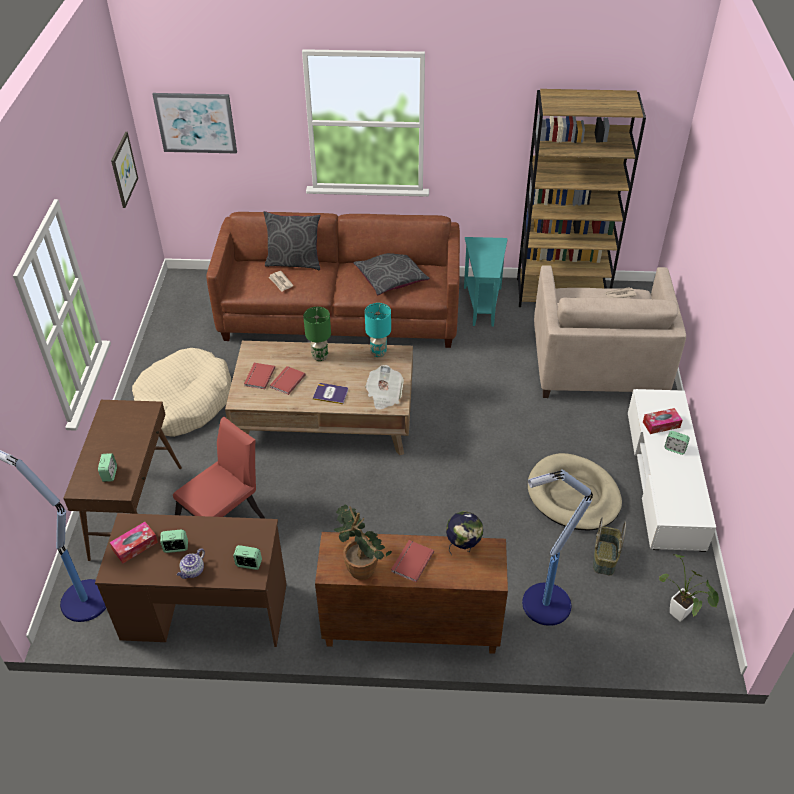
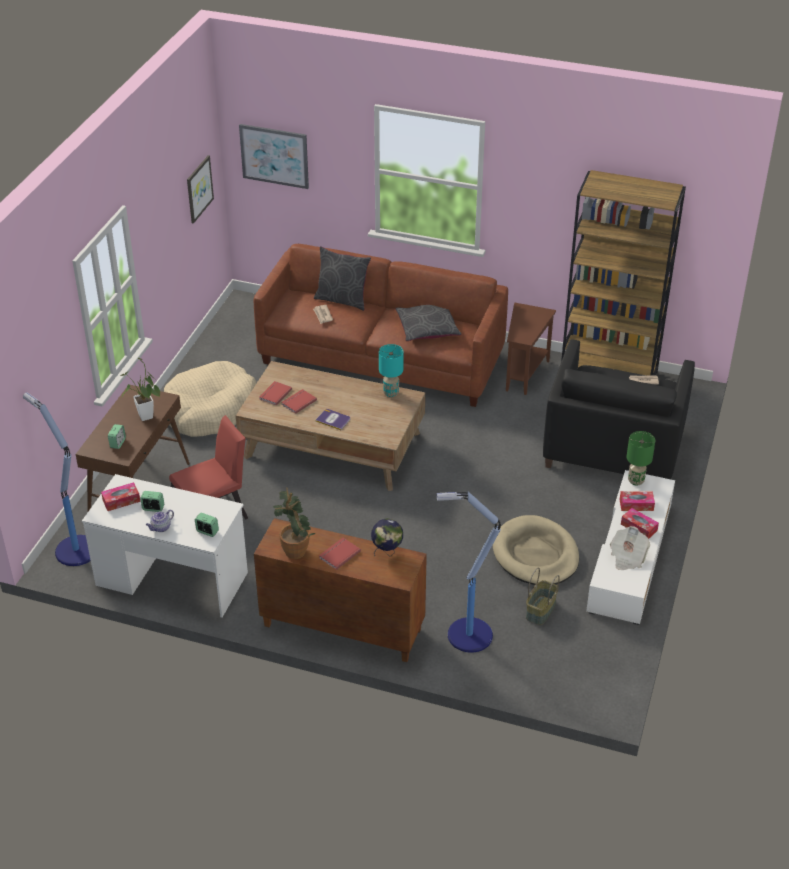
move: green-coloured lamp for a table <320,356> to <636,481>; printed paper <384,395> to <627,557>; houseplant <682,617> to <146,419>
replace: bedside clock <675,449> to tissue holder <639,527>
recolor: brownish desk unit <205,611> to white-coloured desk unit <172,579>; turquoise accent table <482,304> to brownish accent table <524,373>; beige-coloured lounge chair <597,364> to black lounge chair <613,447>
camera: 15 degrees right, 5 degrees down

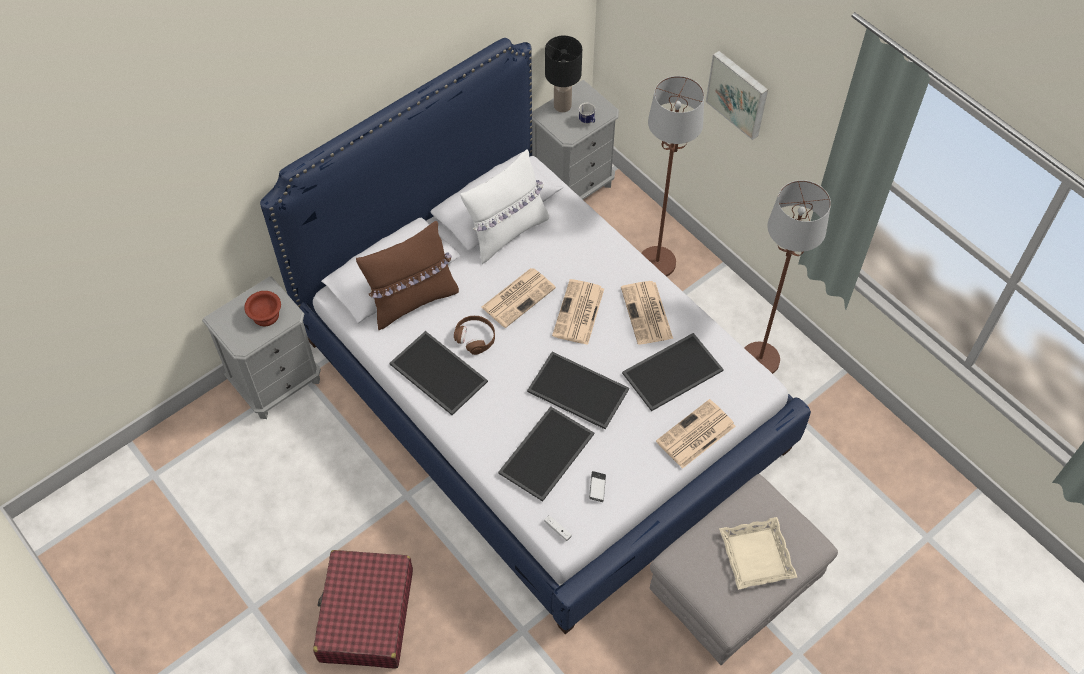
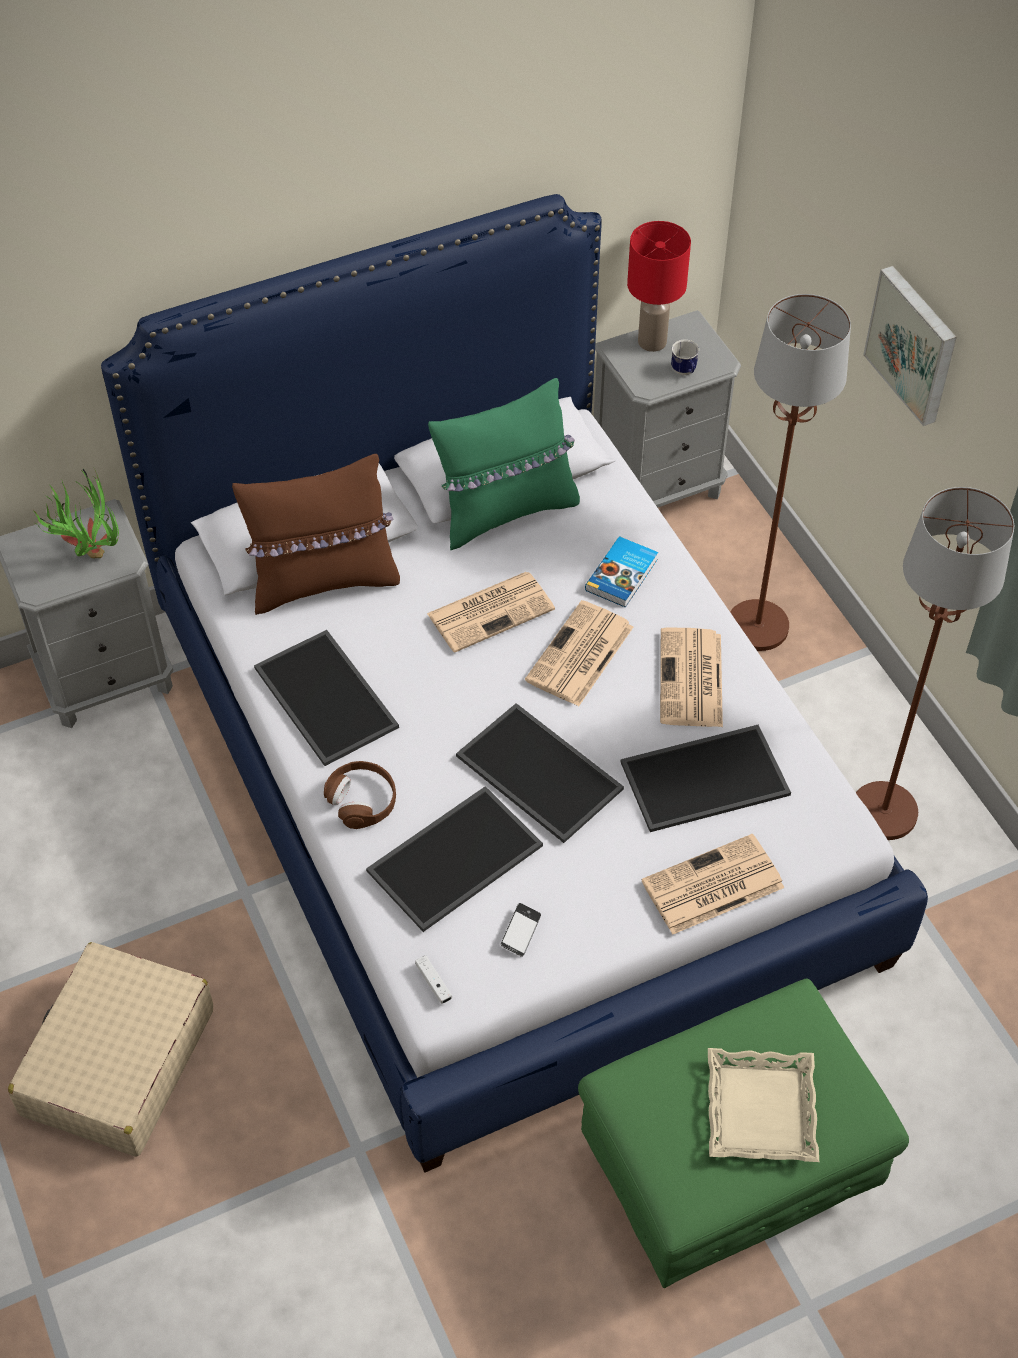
insert: bound book <623,575>
move: brownish headphones <475,337> to <362,800>
replace: brownish deep dish <265,314> to houseplant <88,552>
recolor: red travel case <366,616> to beige-coloured travel case <117,1062>; white-coloured pillow <507,232> to green-coloured pillow <506,511>; black lamp for a table <563,106> to red lamp for a table <653,342>; gray footrest <732,590> to green-coloured footrest <727,1171>
camera: 15 degrees right, 5 degrees down

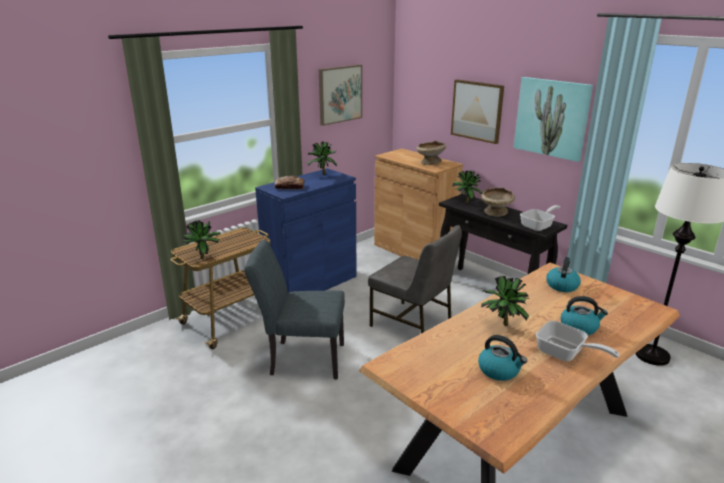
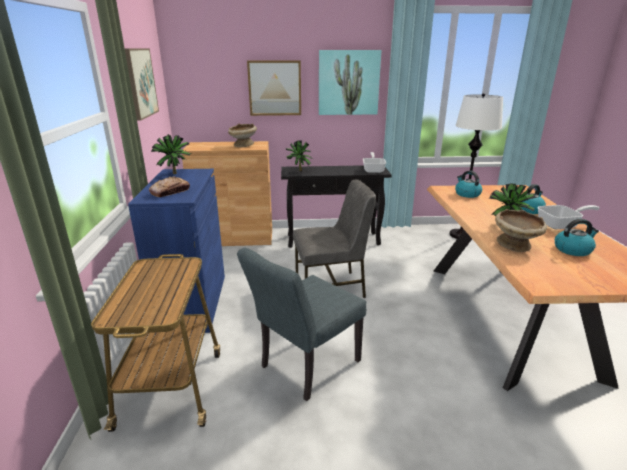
delete: houseplant <205,258>
move: beige-coloured deep dish <496,213> to <515,245>
camera: 50 degrees left, 0 degrees up

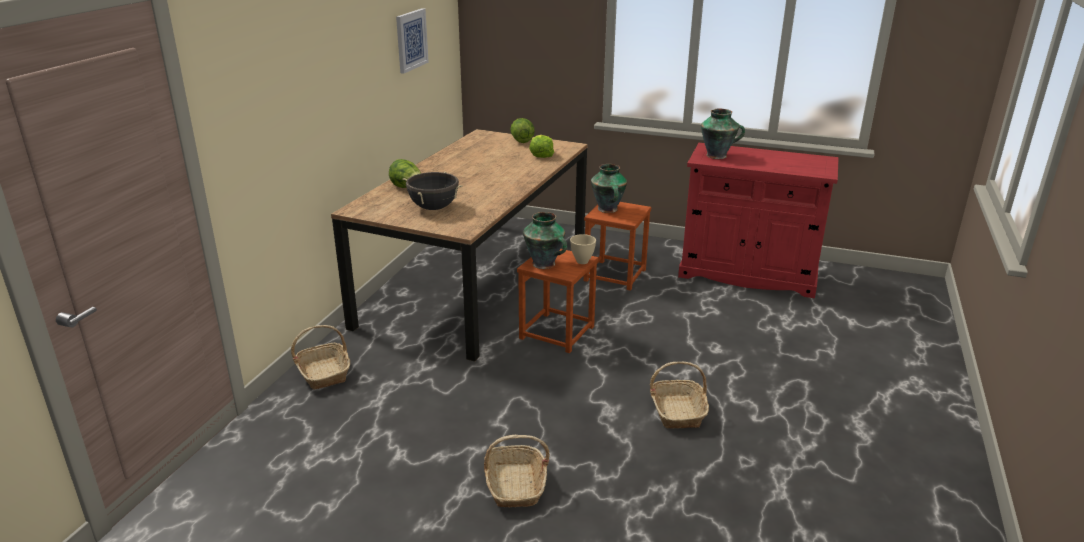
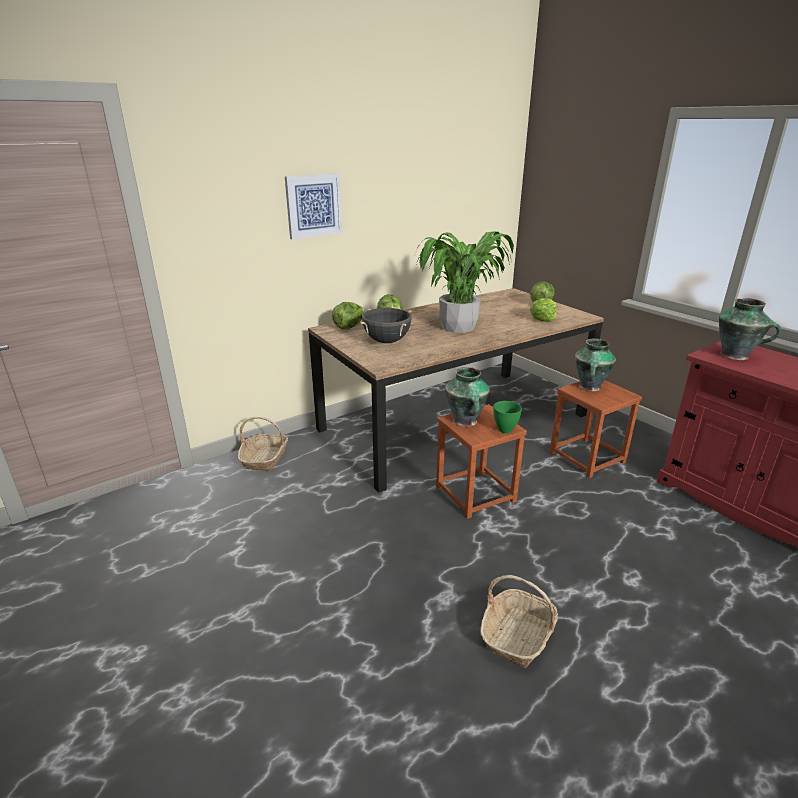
delete: household basket <515,485>
insert: head of lettuce <349,327>; houseplant <458,327>
move: wall art <411,40> to <313,205>
recolor: beige-coloured deep dish <583,261> to green-coloured deep dish <506,430>
camera: 35 degrees right, 0 degrees up

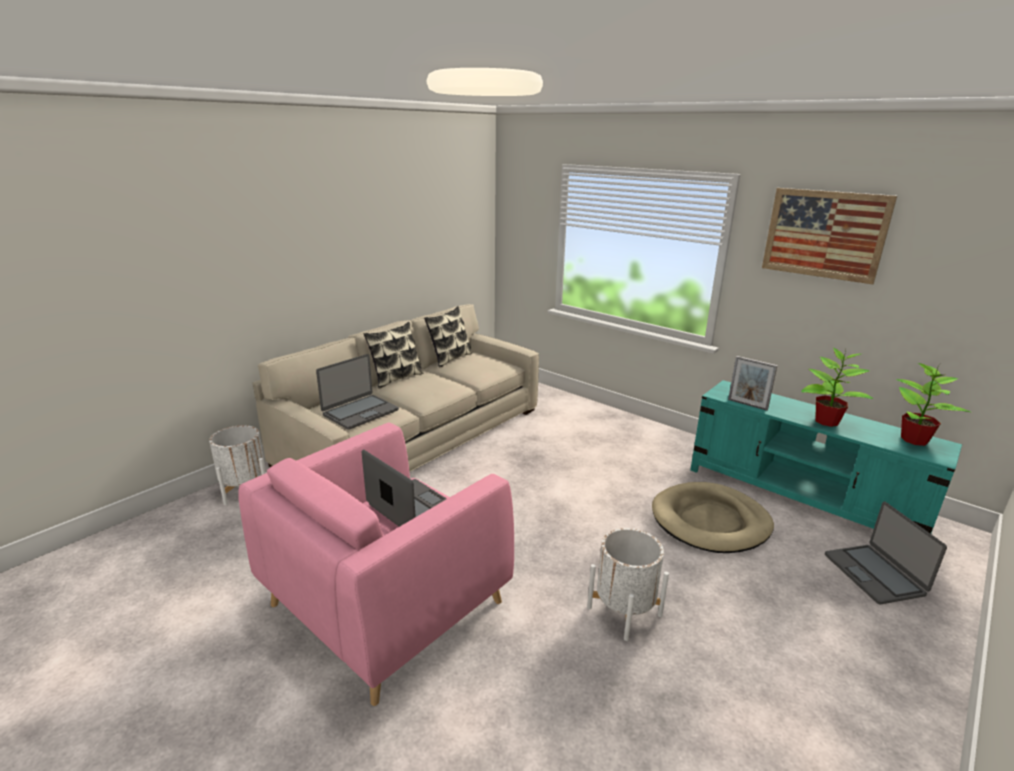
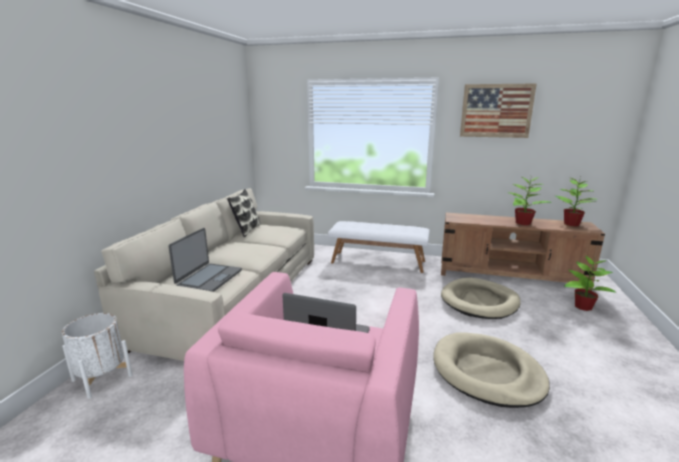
delete: pillow <396,378>; standing frame <747,404>
insert: white-coloured indoor bench <378,261>
replace: white-coloured planter <624,611> to beige-coloured dog bed <487,372>; portable computer <874,574> to houseplant <582,306>
recolor: turquoise tv unit <802,497> to brownish tv unit <510,275>
camera: 25 degrees left, 5 degrees down

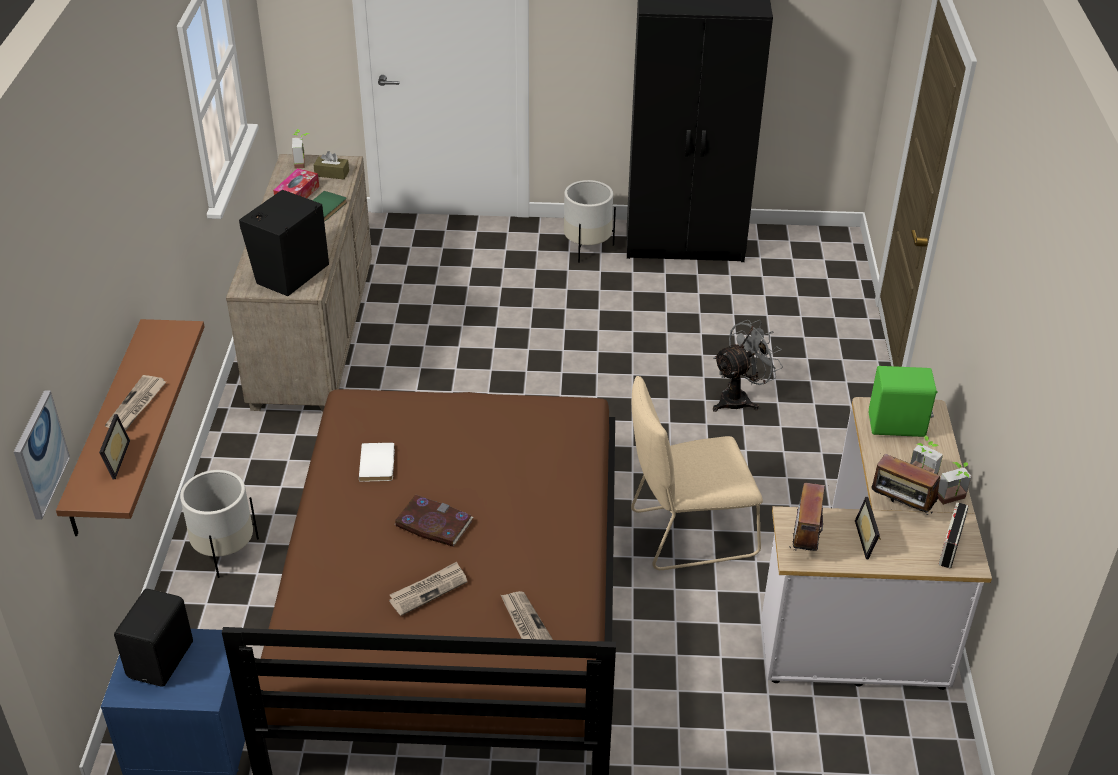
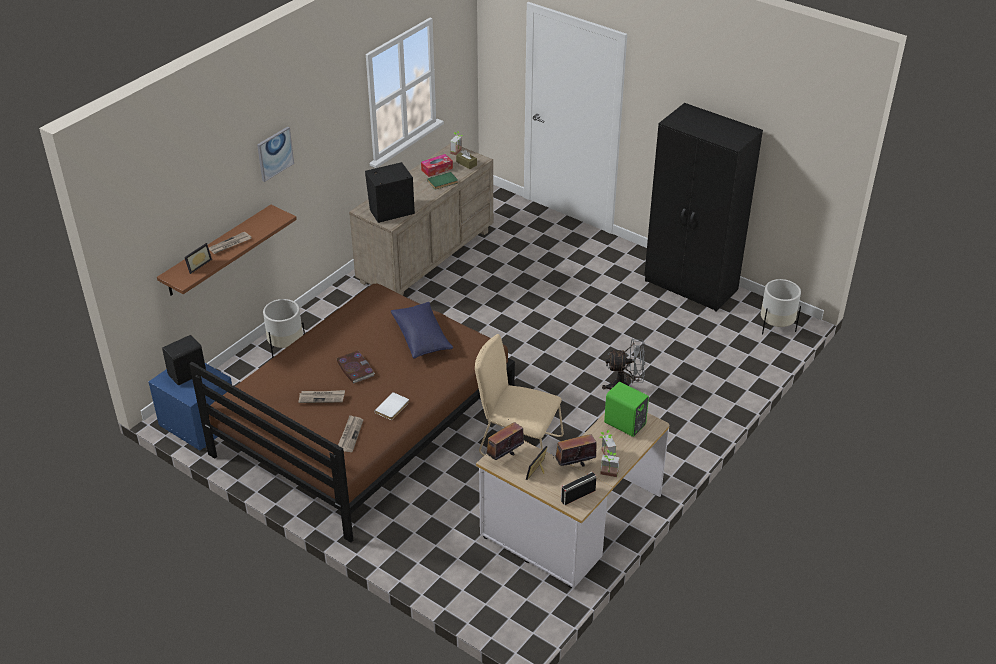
insert: bluish pillow <421,338>
move: wall art <39,454> to <275,153>; white-coloured bound book <379,464> to <393,408>; white-coloured planter <587,247> to <776,326>
rotate: radio <900,508> = <574,465> 90 degrees clockwise
camera: 35 degrees right, 0 degrees up

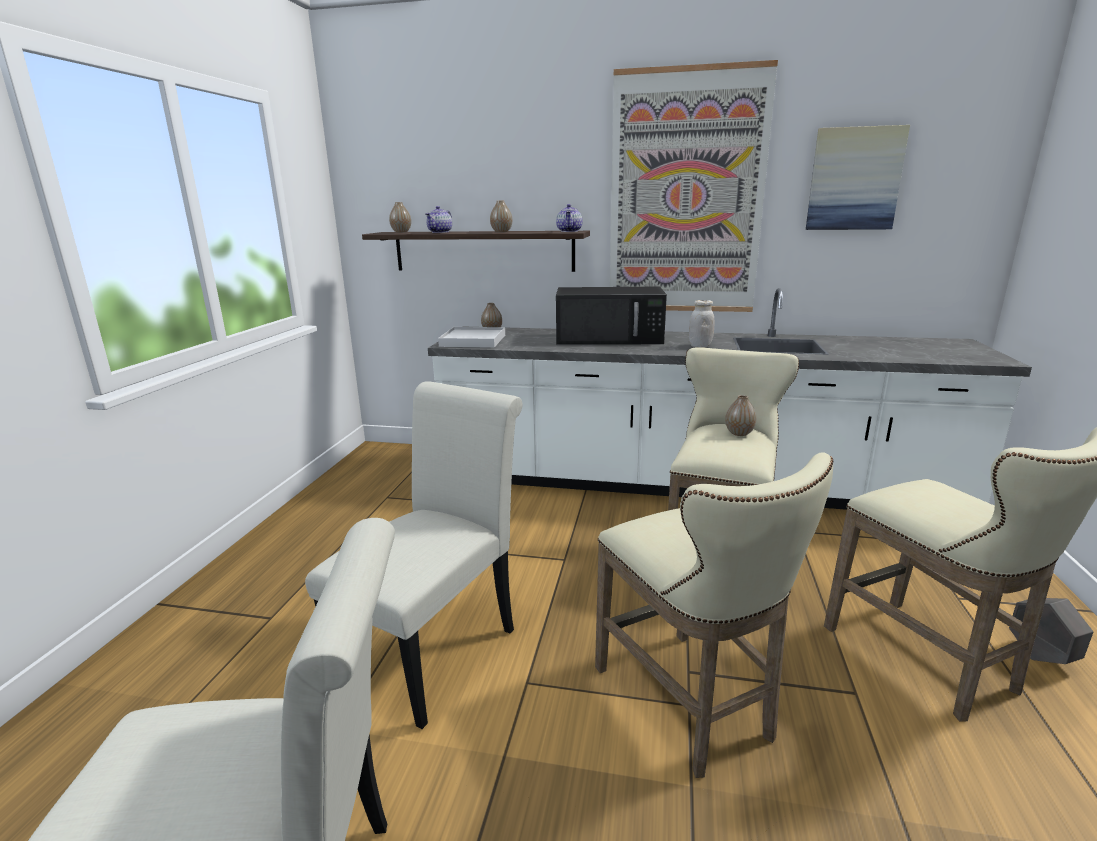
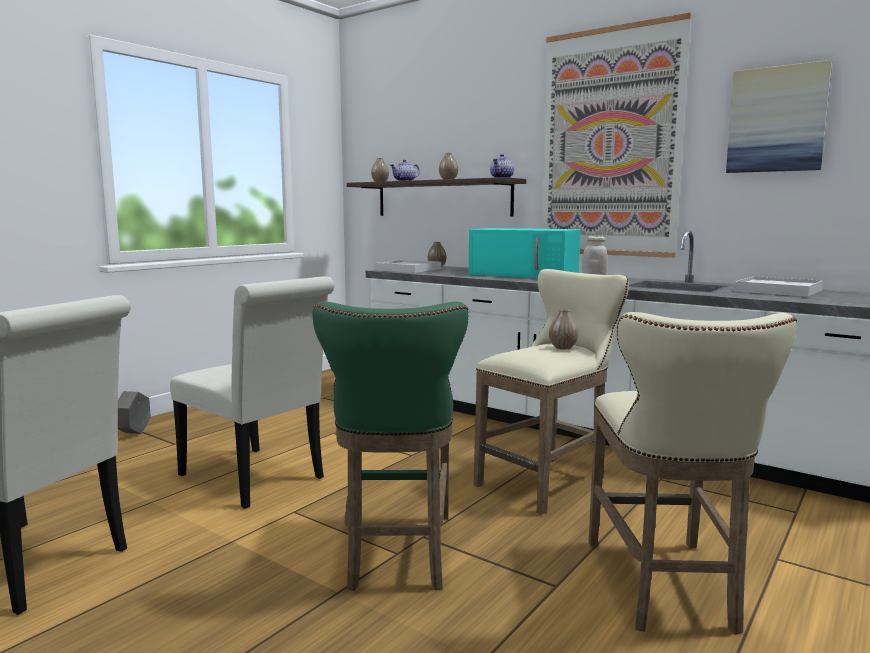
insert: white-coloured tray <778,291>
move: gray planter <1040,656> to <134,433>
recolor: black microwave <610,338> to turquoise microwave <525,274>; beige-coloured sitting stool <689,707> to green-coloured sitting stool <396,554>
rotate: white-coloured upright chair <436,646> = <257,479> 75 degrees clockwise
camera: 25 degrees right, 10 degrees down

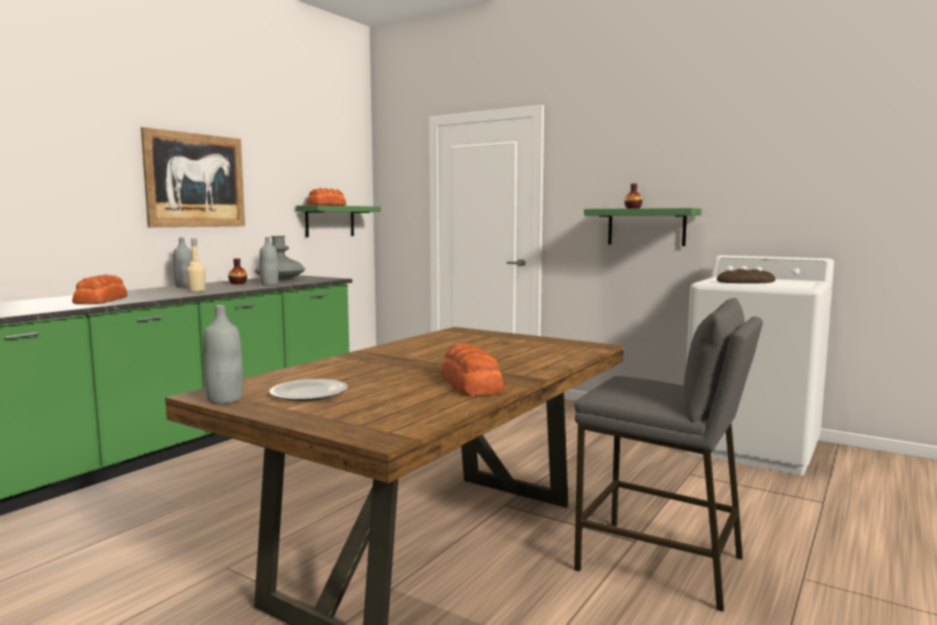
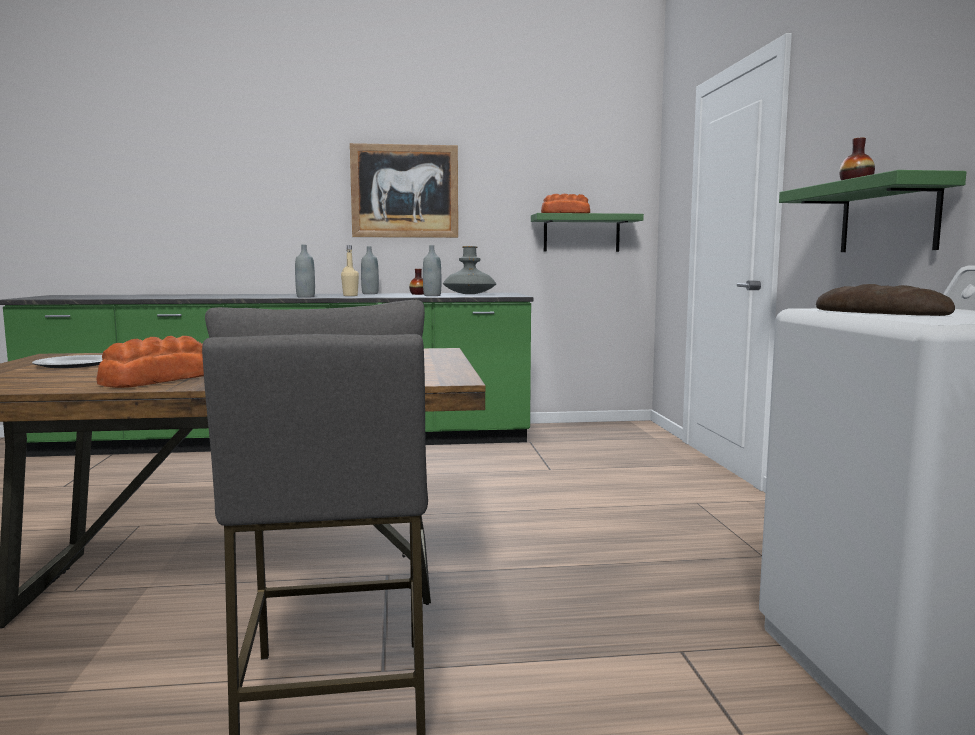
delete: bakery bread <102,300>
move: gray bottle <225,399> to <305,297>
camera: 50 degrees right, 0 degrees up

